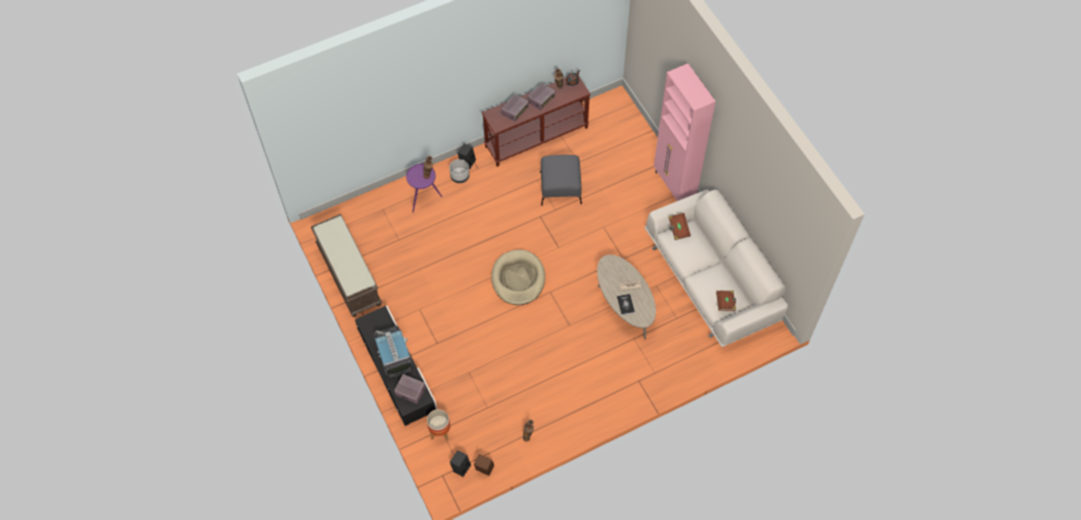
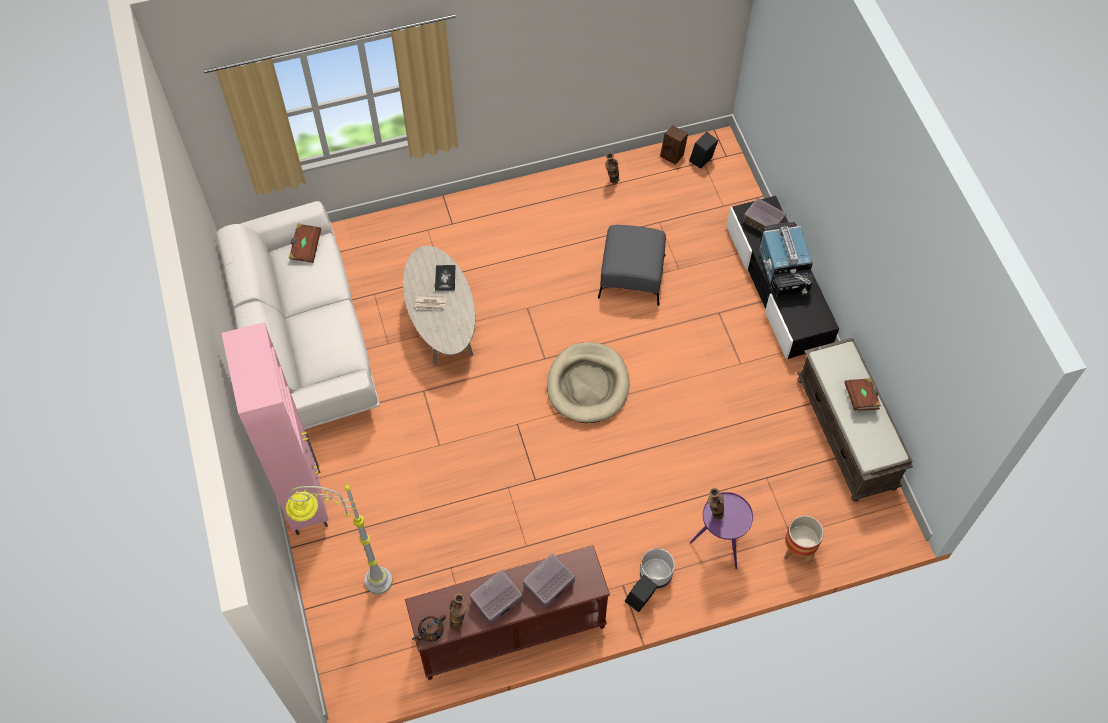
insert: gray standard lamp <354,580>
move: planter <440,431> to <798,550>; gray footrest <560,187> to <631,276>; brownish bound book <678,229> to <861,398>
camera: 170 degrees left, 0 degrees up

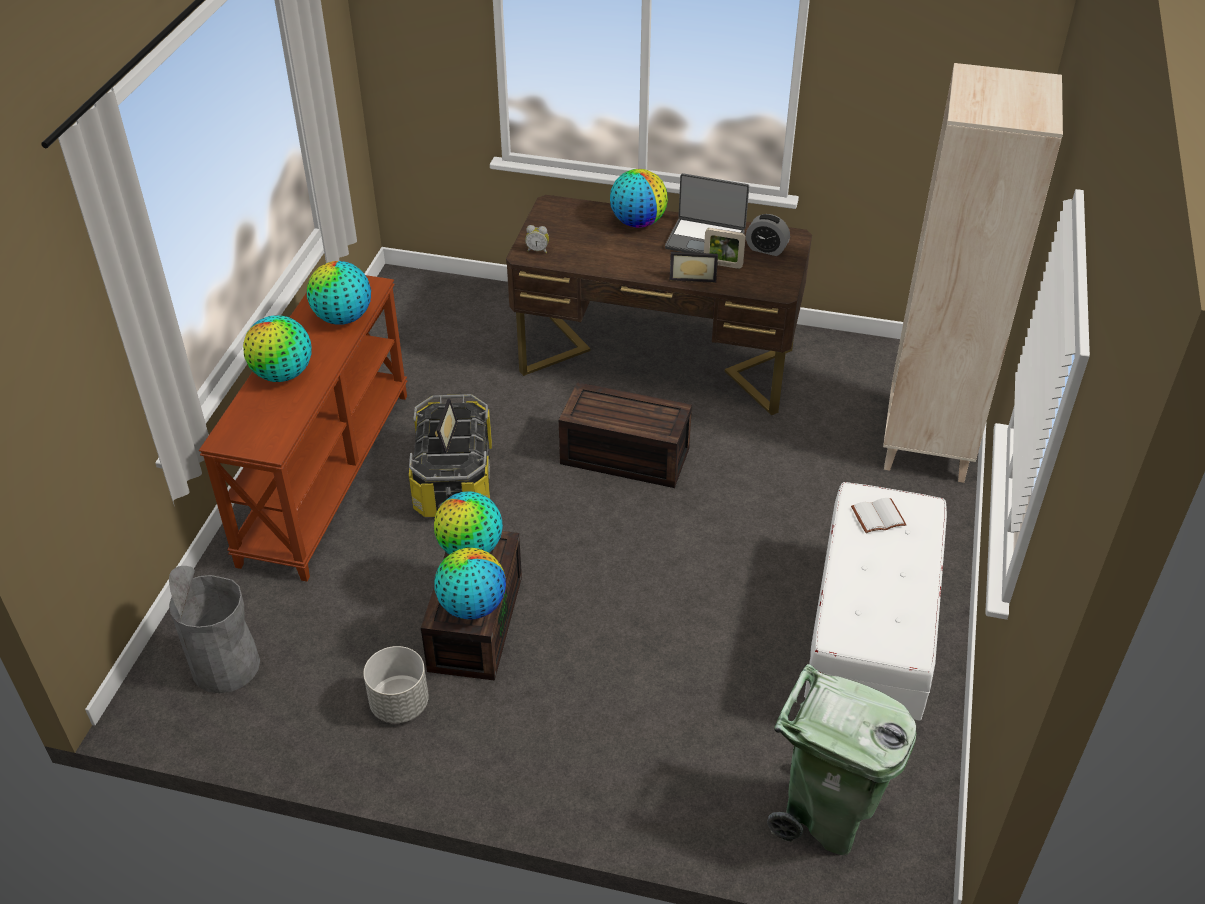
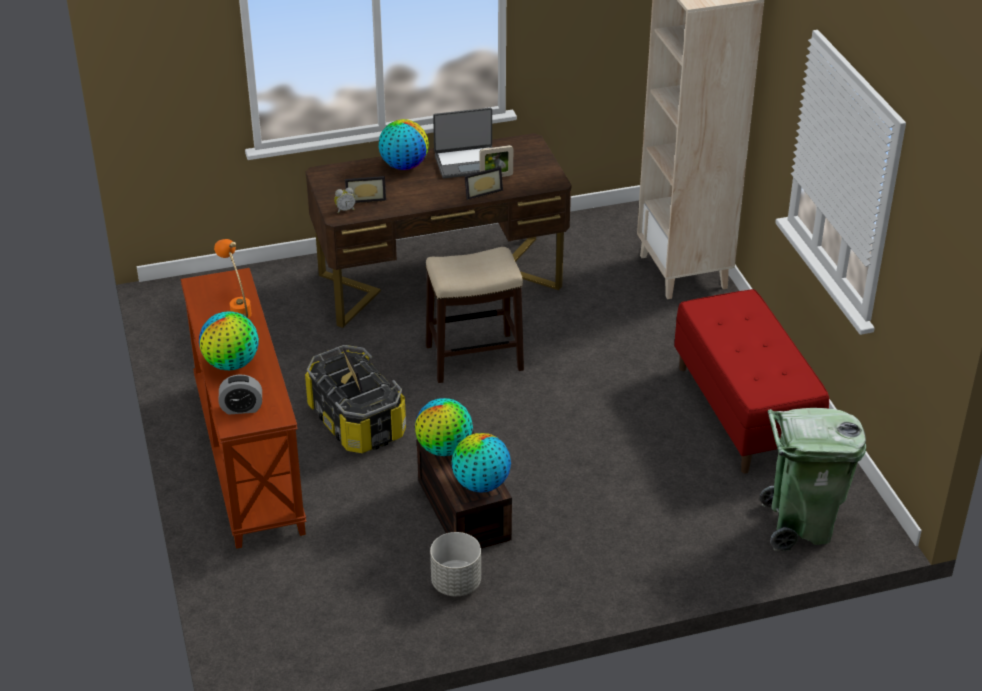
delete: gray trash can <226,666>; white-coloured bound book <878,515>
insert: standing frame <365,198>
move: bedside clock <766,249> to <242,408>
replace: desk globe <343,318> to orange lamp for a table <237,308>; brownish storage box <622,457> to sitting stool <473,358>
recolor: white-coloured indoor bench <869,640> to red indoor bench <744,412>
camera: 30 degrees left, 5 degrees down

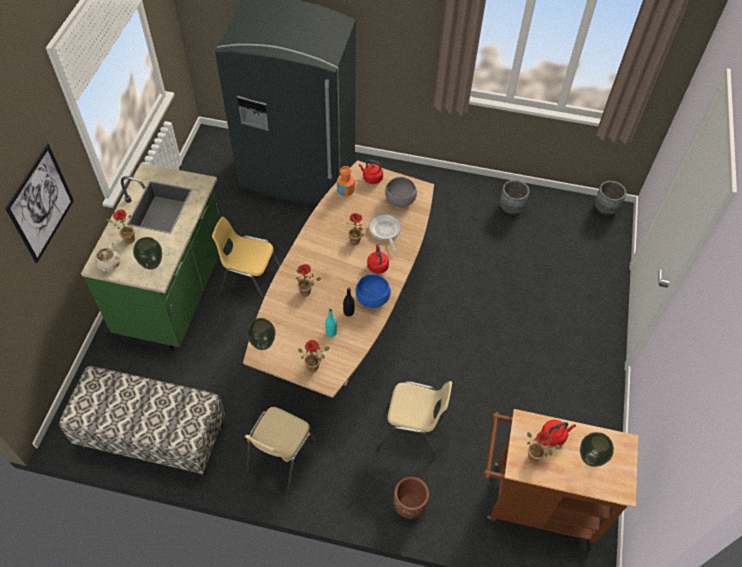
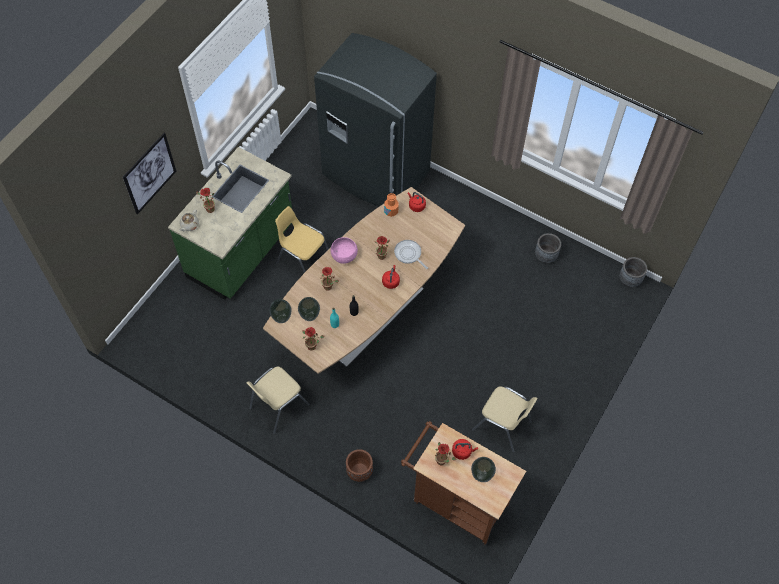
delete: indoor bench <153,437>; bluish deep dish <372,298>; gray deep dish <400,200>
insert: pink-coloured deep dish <344,256>
move: vase <152,265> to <310,317>; beige-coloured upright chair <413,430> to <502,426>
rotate: frying pan <385,231> = <409,254> 45 degrees counterclockwise
camera: 20 degrees right, 5 degrees up

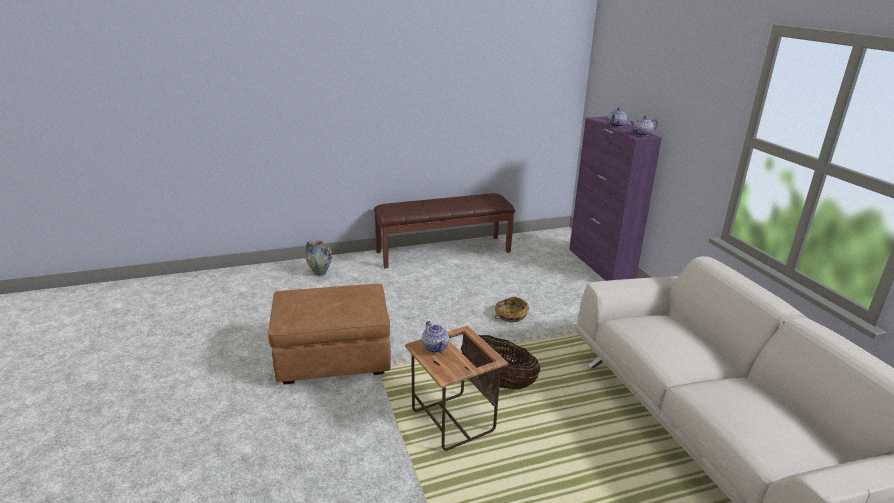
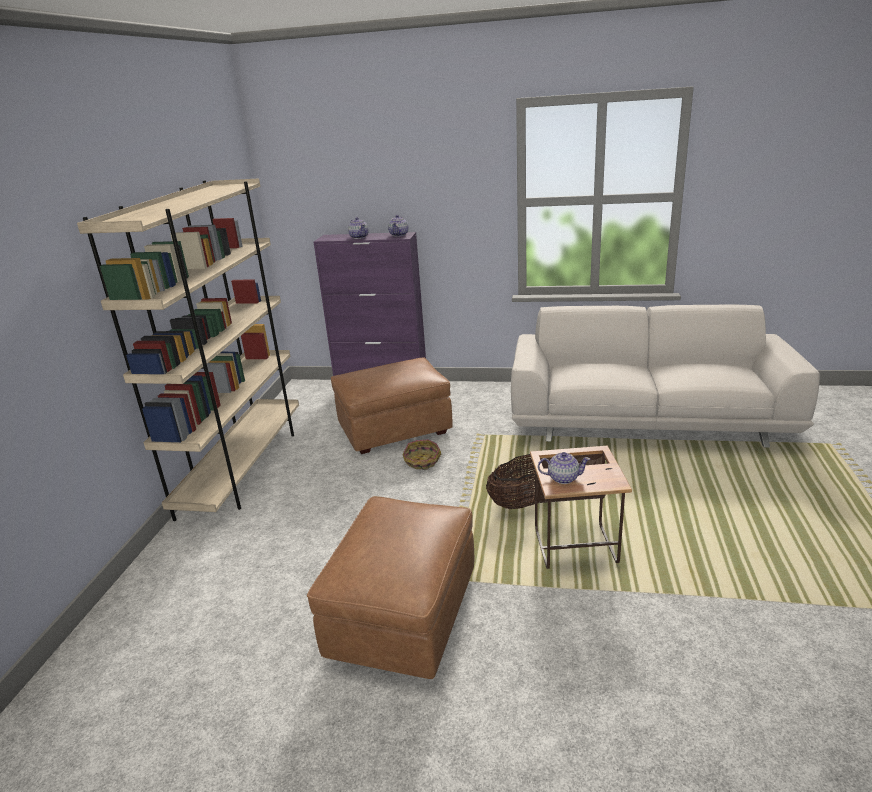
delete: vase <320,273>
insert: brownish footrest <394,429>
replace: brownish indoor bench <443,251> to beige-coloured bookshelf <243,467>
camera: 60 degrees left, 0 degrees up

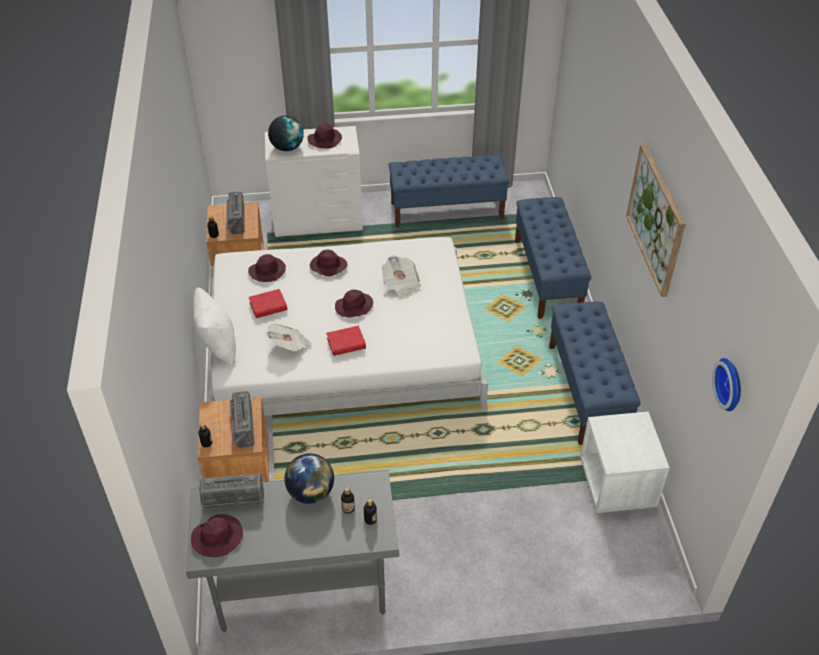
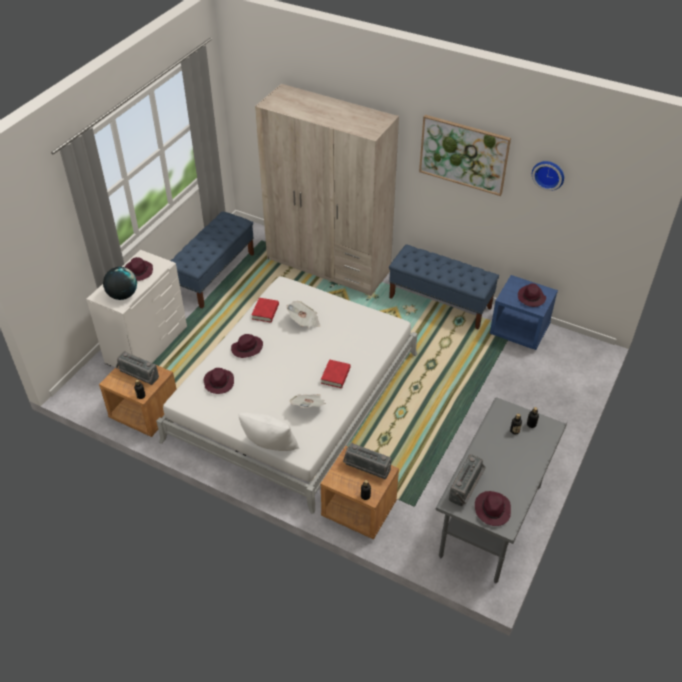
delete: desk globe <311,493>
move: red bound book <268,306> to <265,312>; purplish clothing hat <353,307> to <531,298>; clock on the wall <731,384> to <548,174>
replace: bluish indoor bench <547,277> to beige-coloured clothes cupboard <328,265>
recolor: white-coloured bedside table <617,484> to bluish bedside table <519,330>
camera: 55 degrees left, 0 degrees up

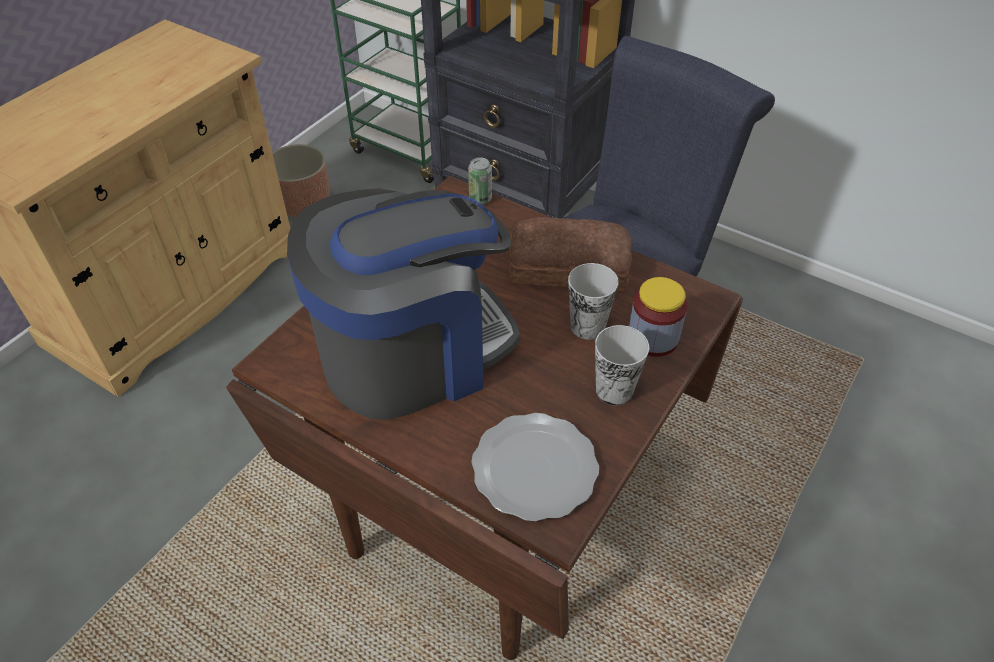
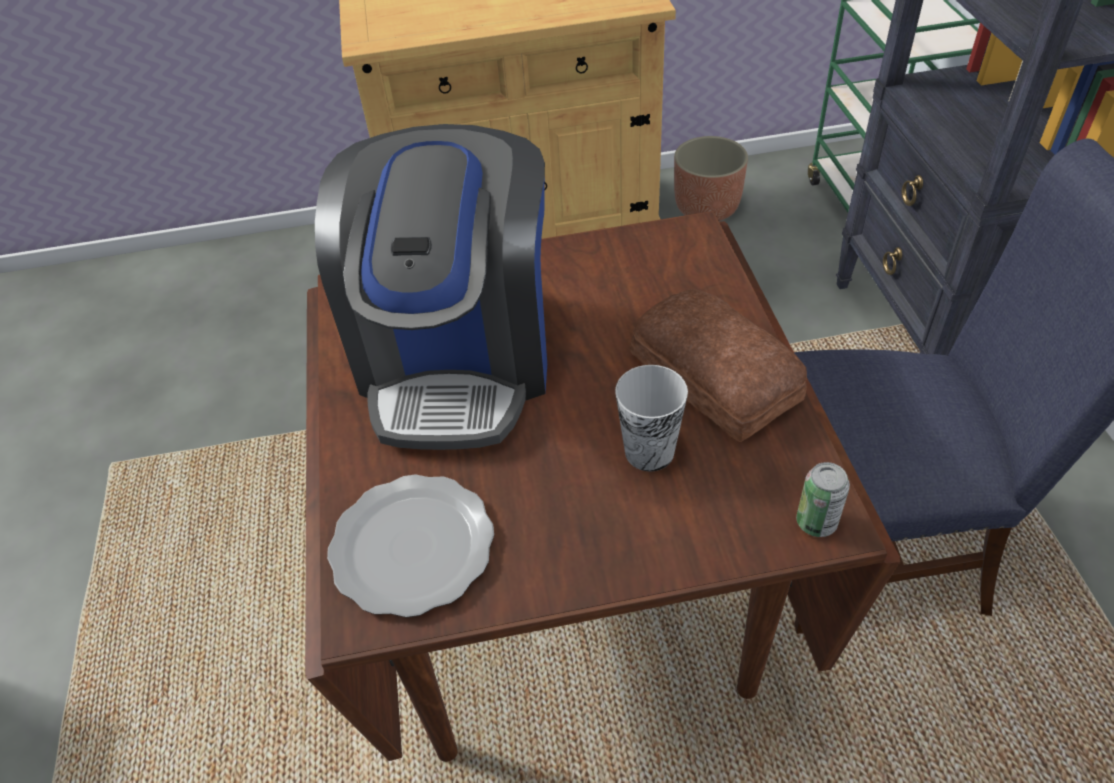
delete: cup <614,390>; jar <653,338>
move: can <480,199> to <816,522>
rotate: coffee brewer <413,352> = <458,358> 75 degrees clockwise
camera: 50 degrees right, 0 degrees up

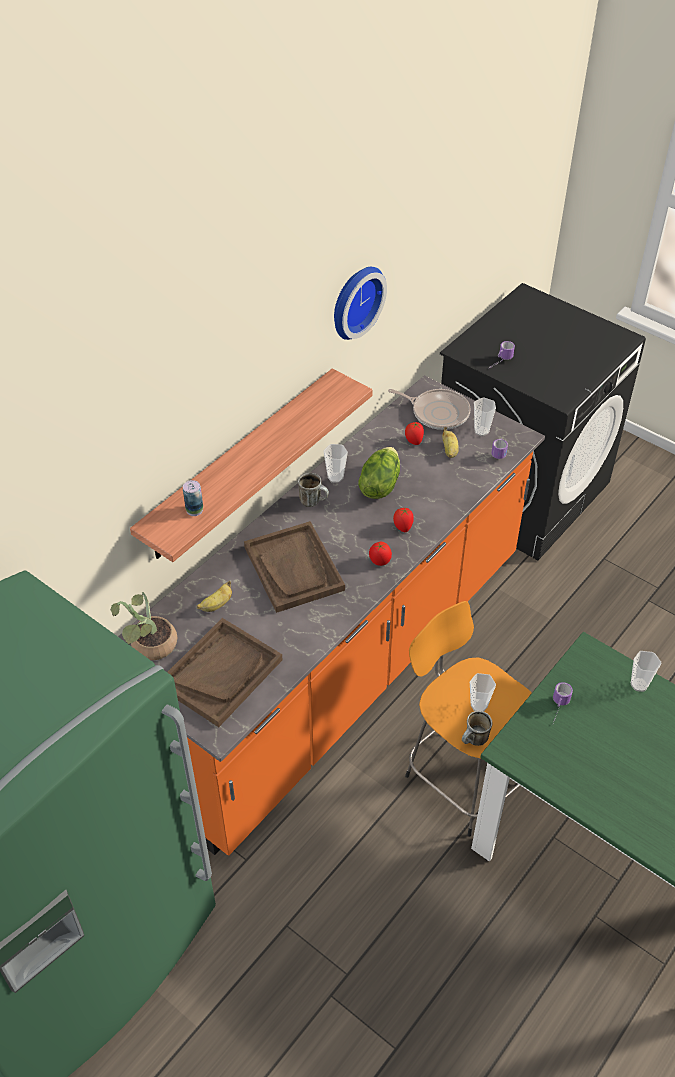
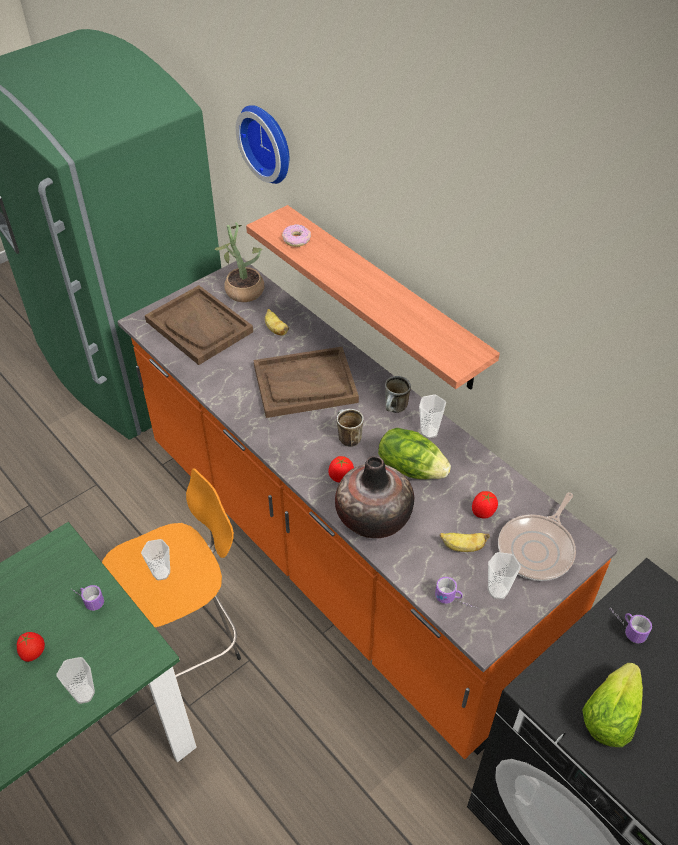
insert: vase <373,518>; head of lettuce <609,717>
move: clock on the wall <354,300> to <268,142>; whole tomato <379,561> to <34,654>; mug <474,741> to <346,437>
replace: can <194,510> to doughnut <296,239>
camera: 100 degrees right, 0 degrees up

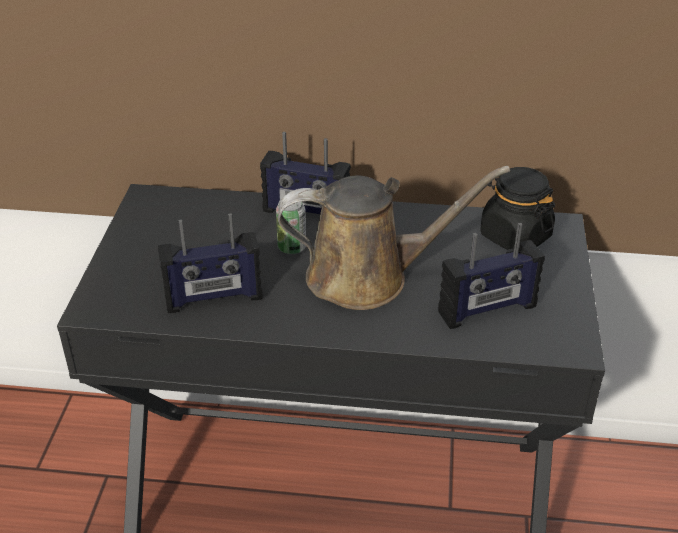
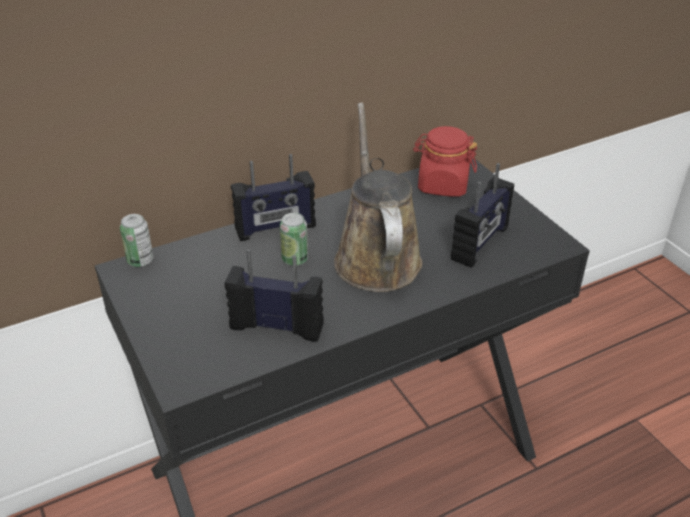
insert: can <140,260>
recolor: black jar <514,236> to red jar <442,185>
rotate: radio <214,298> = <277,326> 120 degrees counterclockwise; brownish sprinkling can <368,277> = <376,256> 60 degrees counterclockwise
camera: 35 degrees left, 0 degrees up

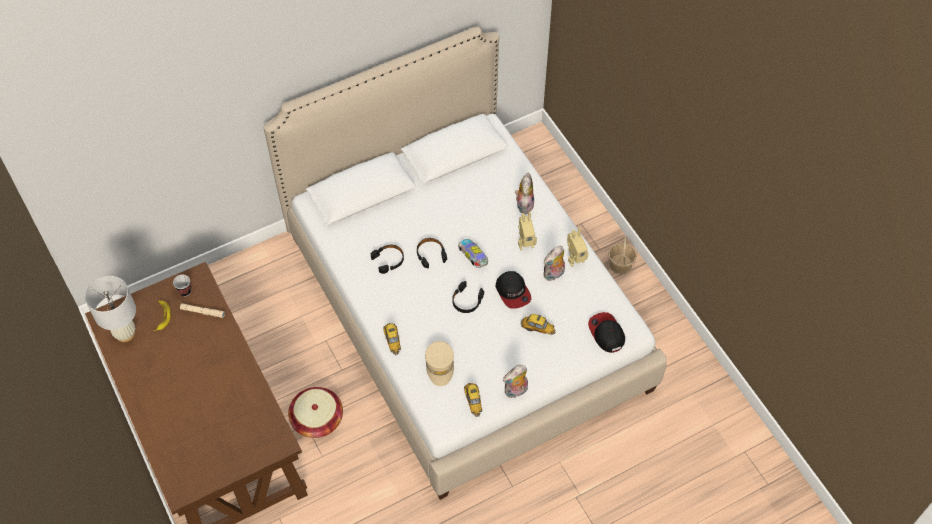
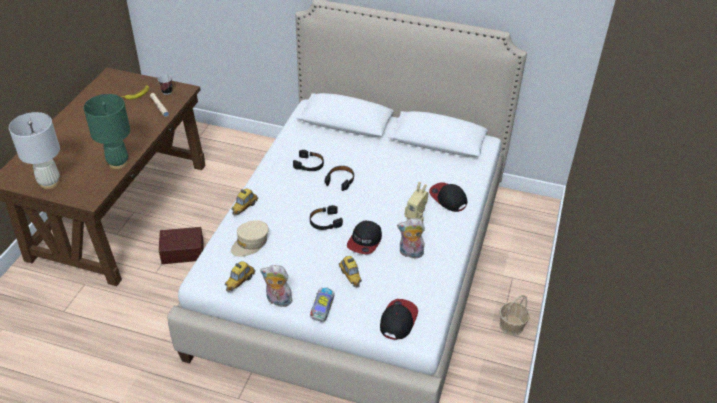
delete: model robot <574,259>
insert: green-coloured lamp for a table <118,163>
move: white-coloured lamp for a table <125,333> to <49,183>; model car <473,256> to <322,309>
replace: household basket <317,419> to brownish storage box <182,251>; cuddly toy <524,204> to peaked cap <448,198>
camera: 45 degrees right, 15 degrees down

